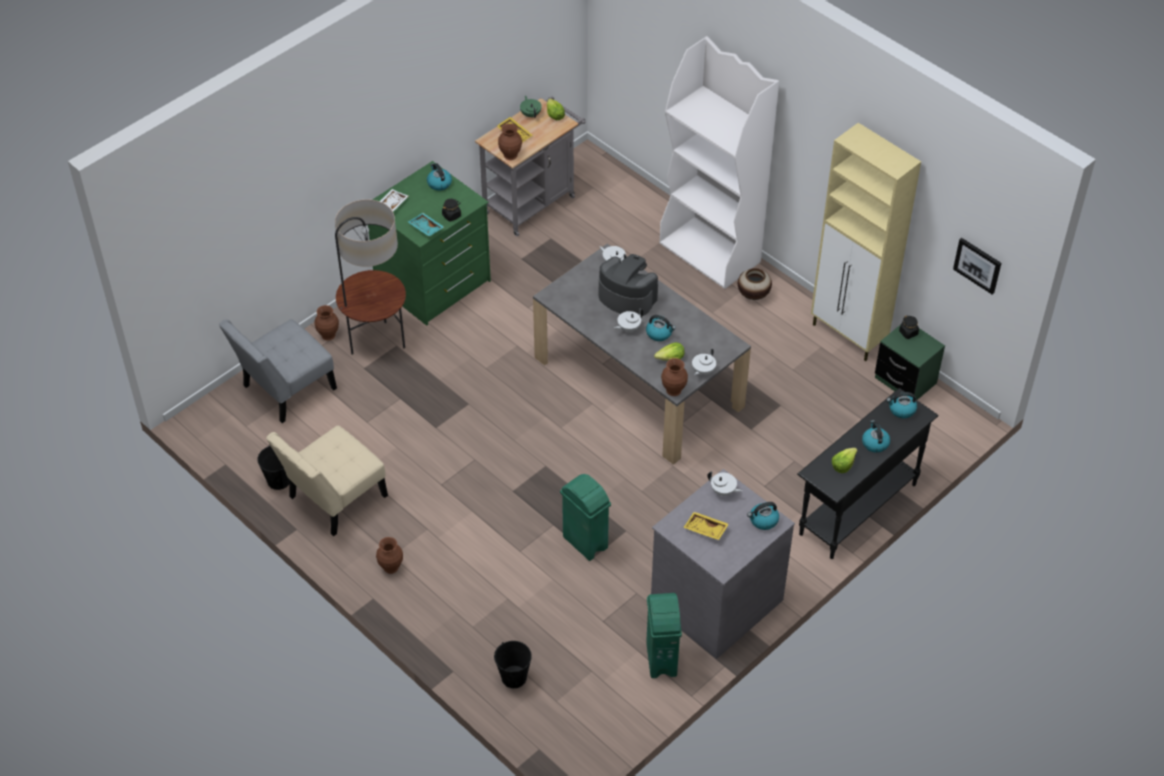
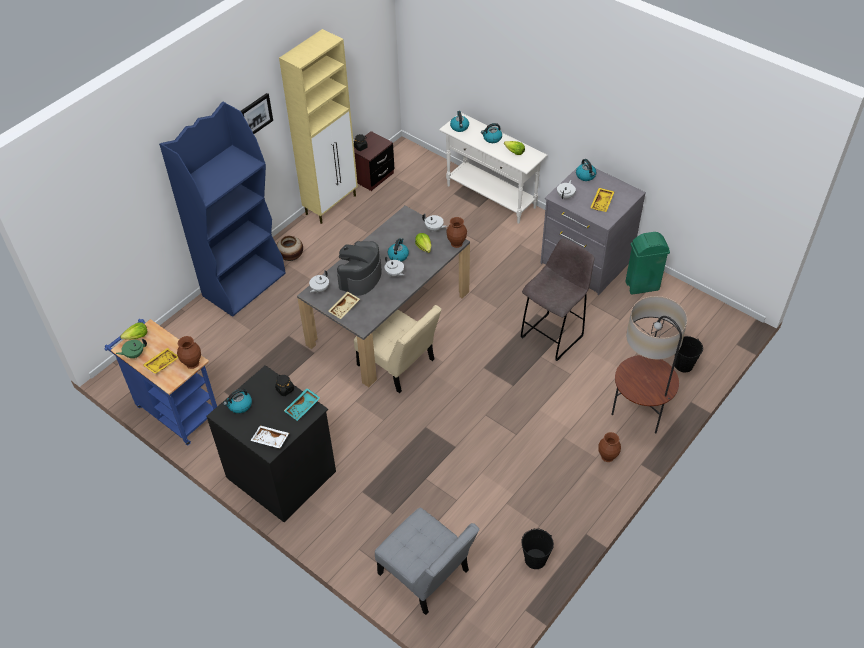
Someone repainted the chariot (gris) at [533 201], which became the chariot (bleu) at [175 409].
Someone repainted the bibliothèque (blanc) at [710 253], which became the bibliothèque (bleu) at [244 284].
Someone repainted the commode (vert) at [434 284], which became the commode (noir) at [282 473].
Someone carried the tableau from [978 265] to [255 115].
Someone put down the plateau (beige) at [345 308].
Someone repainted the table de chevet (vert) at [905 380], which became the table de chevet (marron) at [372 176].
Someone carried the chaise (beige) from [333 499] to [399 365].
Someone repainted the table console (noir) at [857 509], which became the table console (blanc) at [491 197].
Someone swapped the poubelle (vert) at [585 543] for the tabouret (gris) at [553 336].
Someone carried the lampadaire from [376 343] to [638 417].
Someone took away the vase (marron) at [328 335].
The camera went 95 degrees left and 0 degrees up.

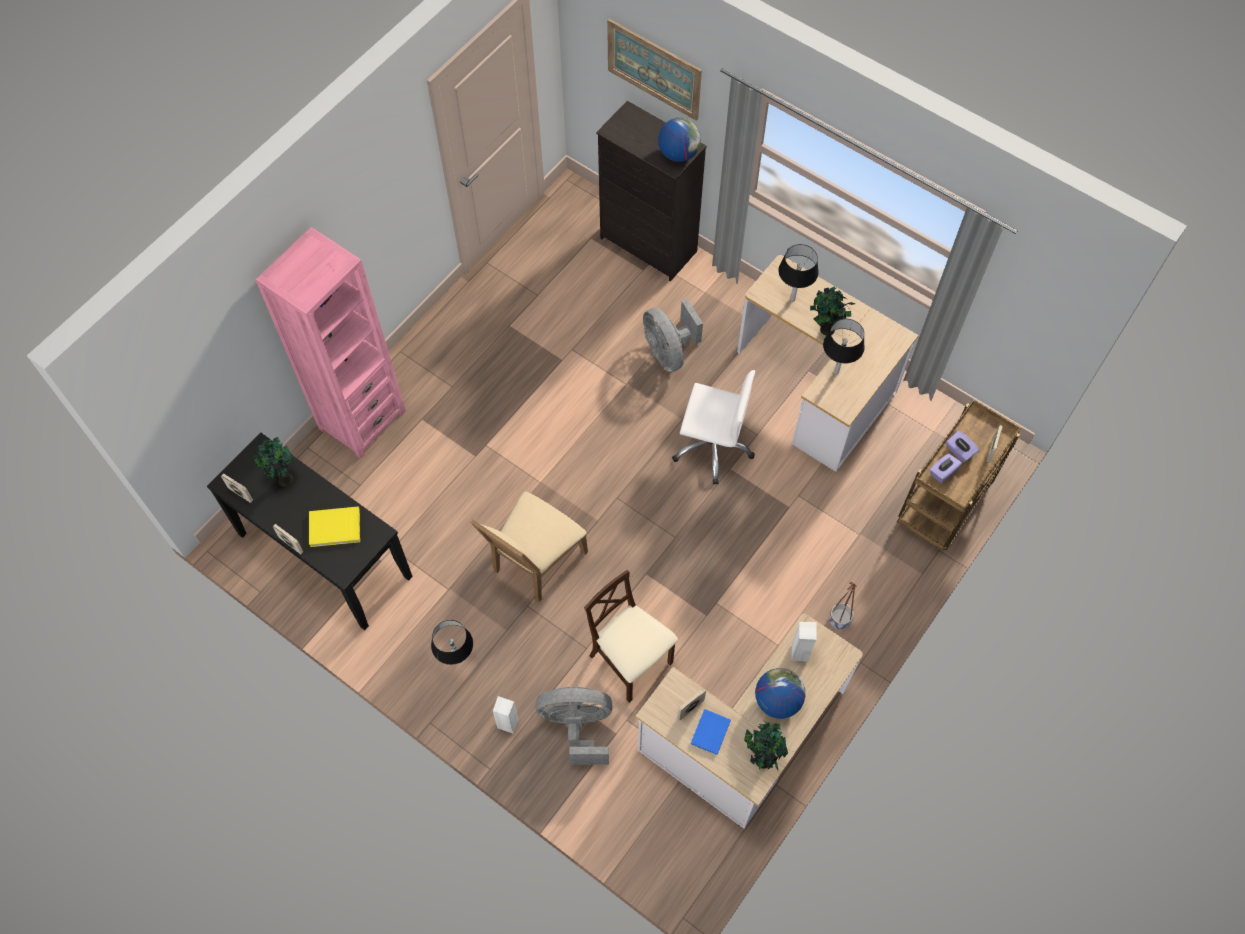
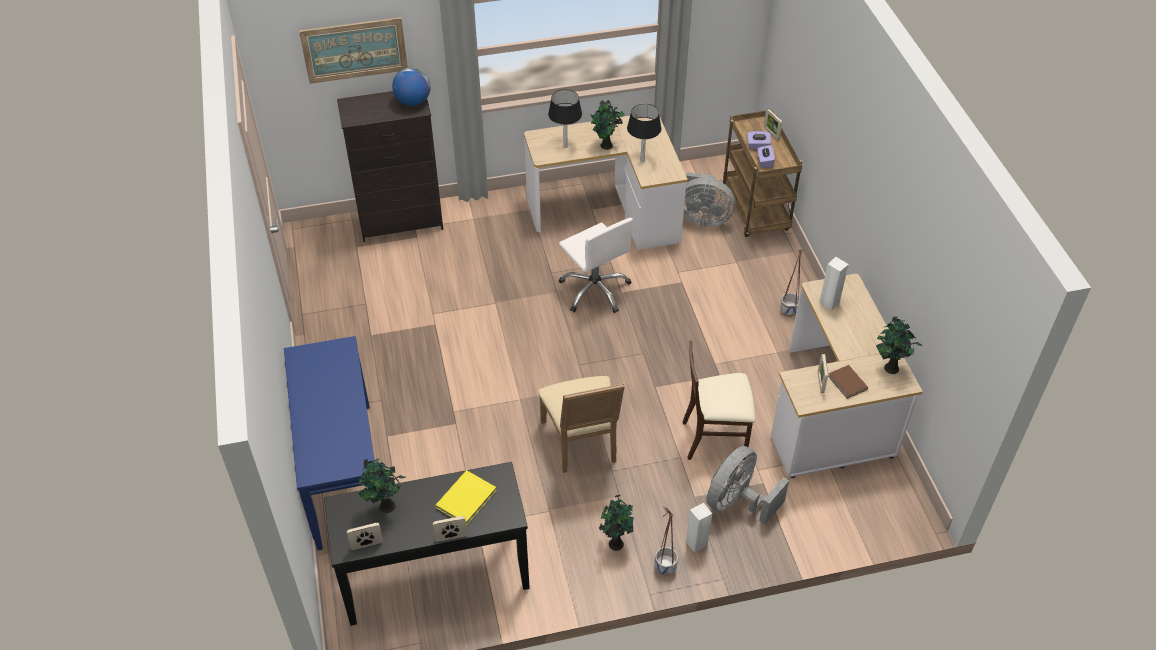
Someone swapped the bibliothèque (rose) at [362 419] for the table console (bleu) at [343 474].
Someone rotated the chaise de bureau (blanc) at [712 446] by 90 degrees clockwise.
Someone swapped the lampe de table (noir) at [458 661] for the plante en pot at [615 543].
Someone put down the cache-pot at [665 567].
Someone carried the ventilateur (gris) from [668 352] to [703 218].
Someone repainted the livre (bleu) at [709 733], which became the livre (marron) at [847 383].
Someone took away the globe at [777 700].
The camera went 50 degrees left and 15 degrees down.

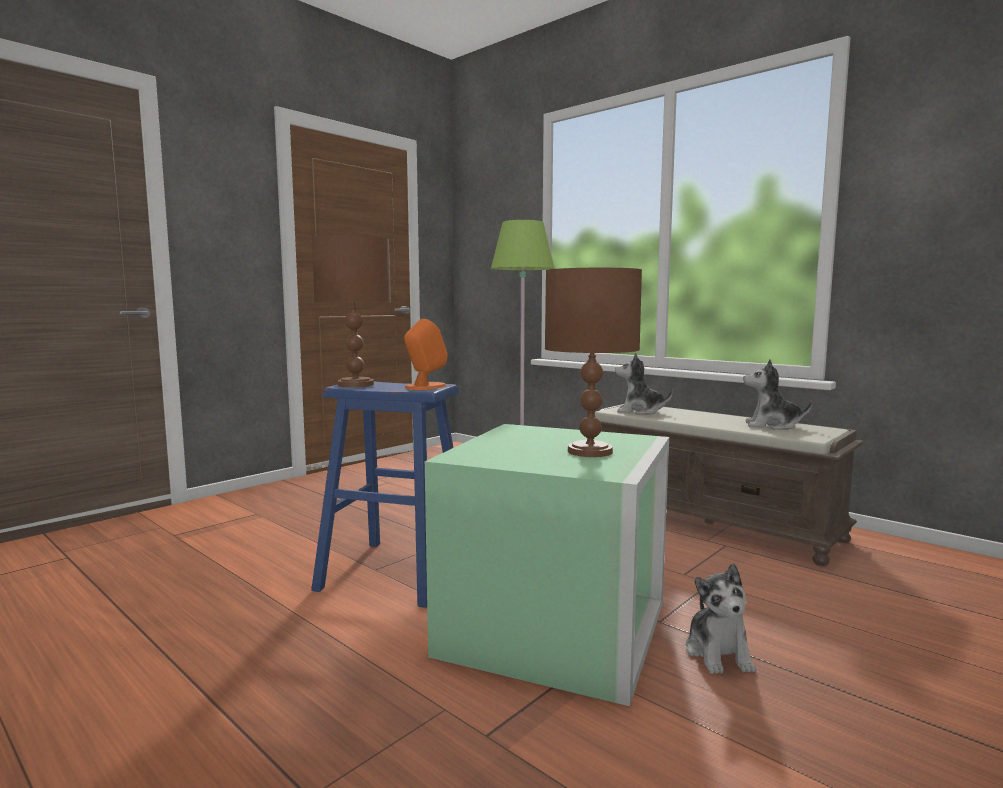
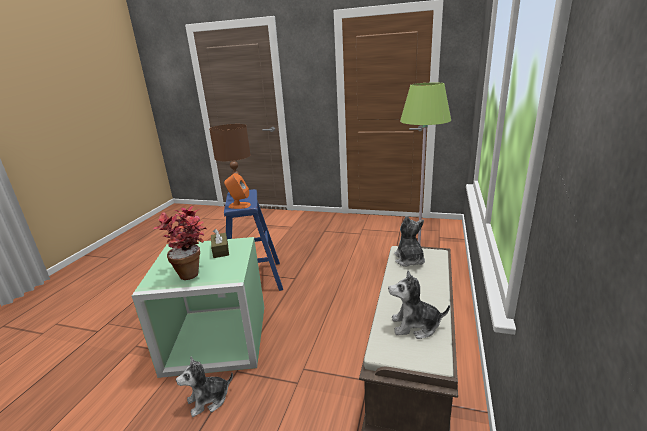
Someone swapped the lampe de table (marron) at [589 451] for the plante en pot at [193 271].
Someone put down the boîte à mouchoirs (marron) at [220 250].
Someone rotated the peluche at [772 426] by 75 degrees counterclockwise.
The camera went 65 degrees right and 15 degrees up.

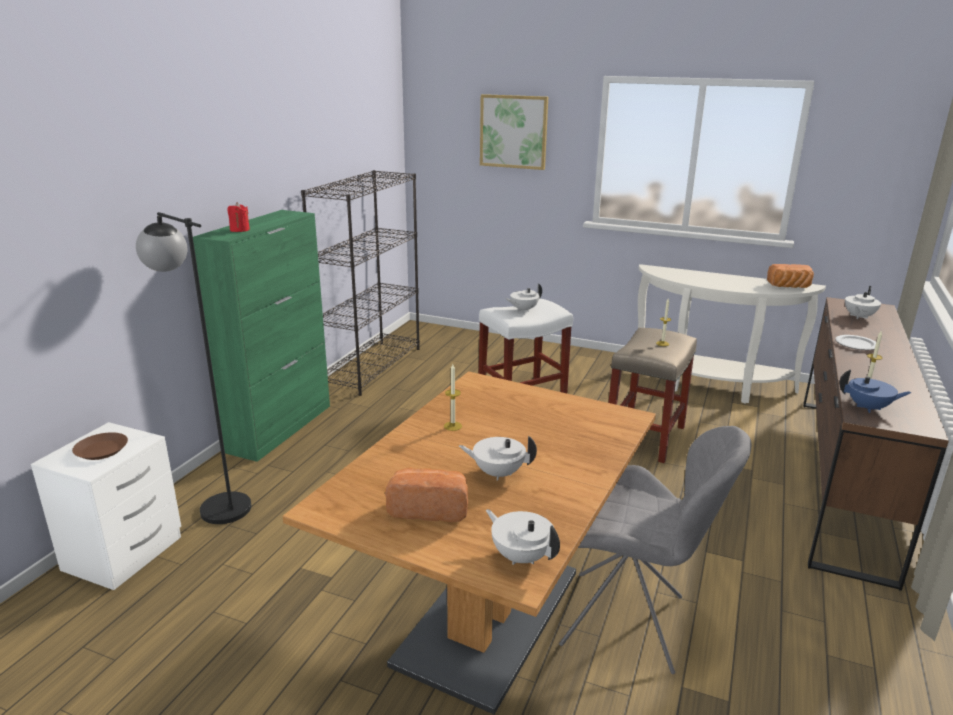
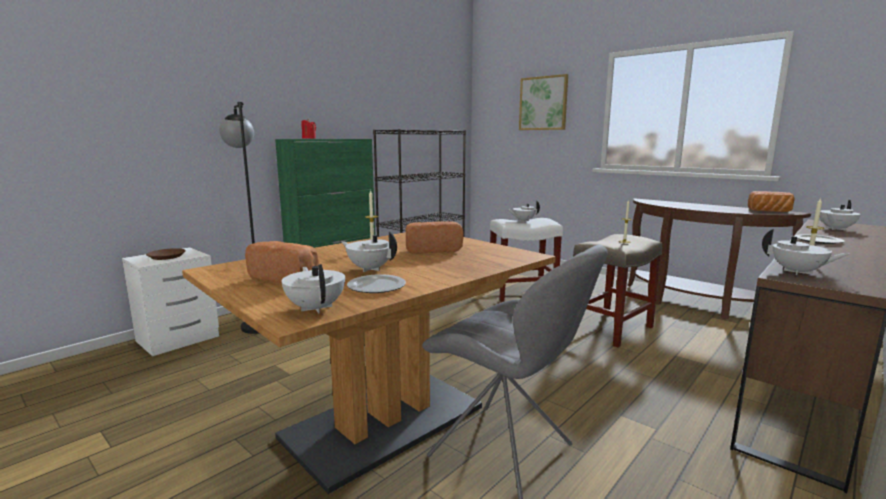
Someone put down the assiette at [377 287].
Someone put down the pain at [432 250].
Someone repainted the table console (blanc) at [710 386], which became the table console (marron) at [695 305].
Someone repainted the théière (bleu) at [868 408], which became the théière (blanc) at [798 272].
The camera went 20 degrees right and 10 degrees down.

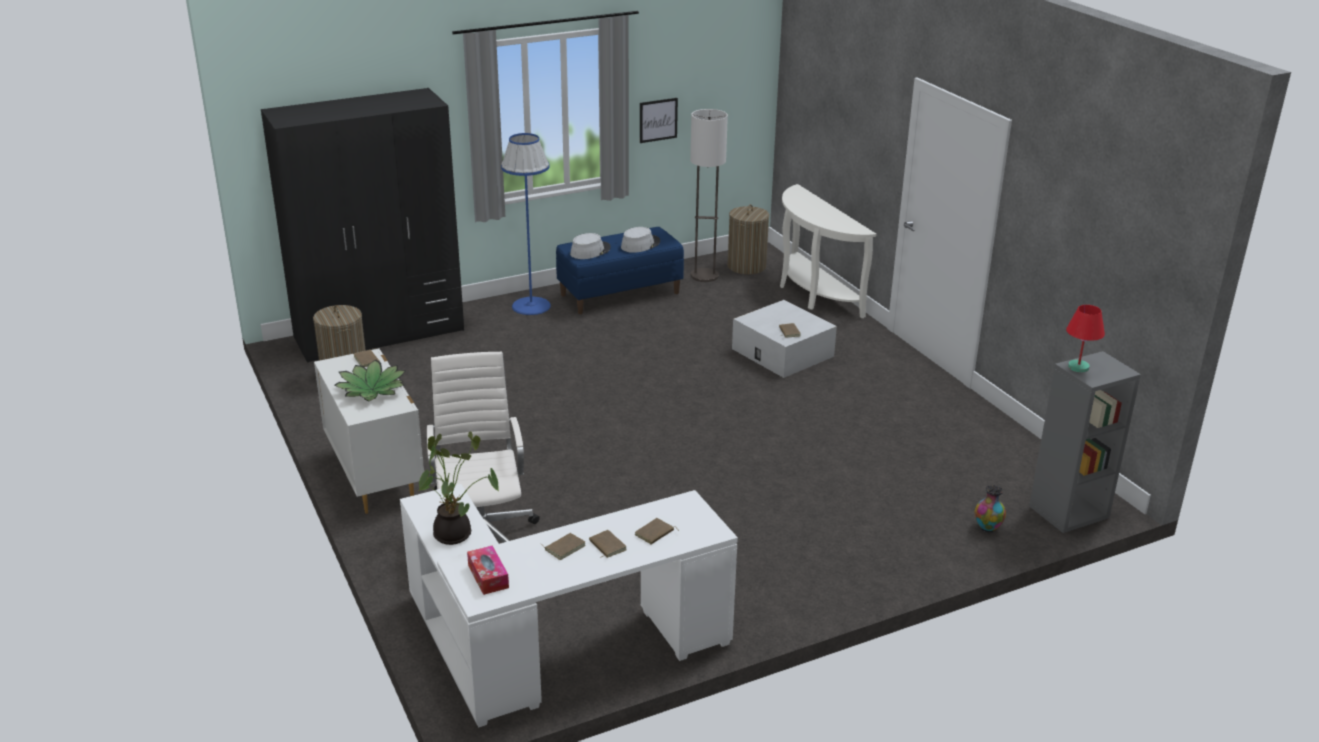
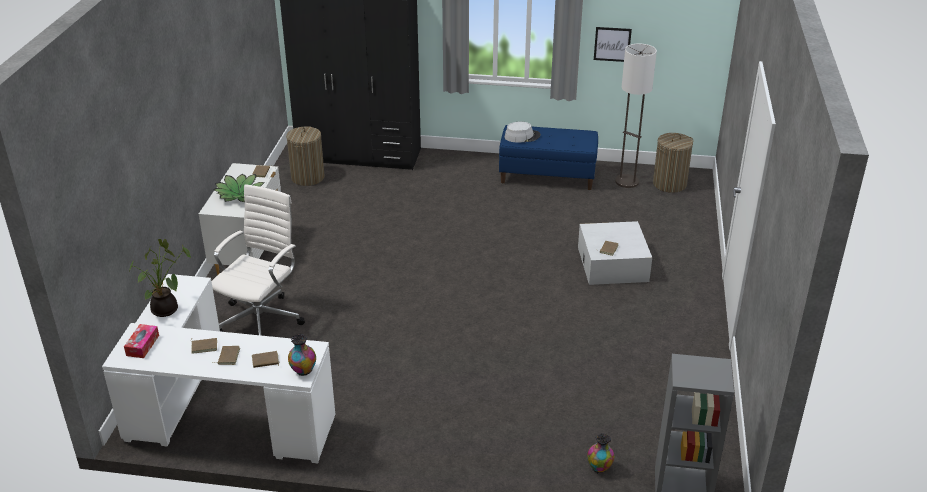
Someone put down the vase at [303 371].
Someone took away the lampadaire (bleu) at [531 306].
Someone took away the chapeau (gris) at [640 244].
Someone took away the table console (blanc) at [812 294].
Someone took away the lampe de table (rouge) at [1078 367].
The camera went 35 degrees right and 5 degrees up.

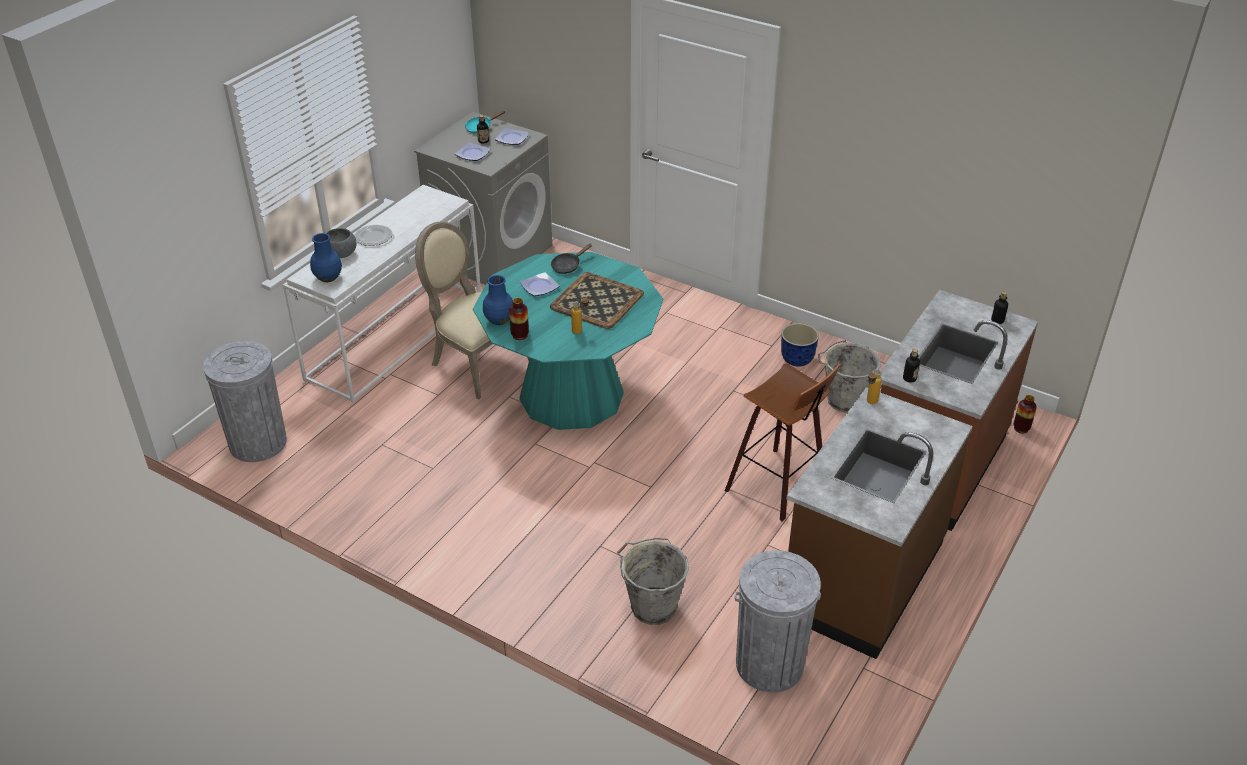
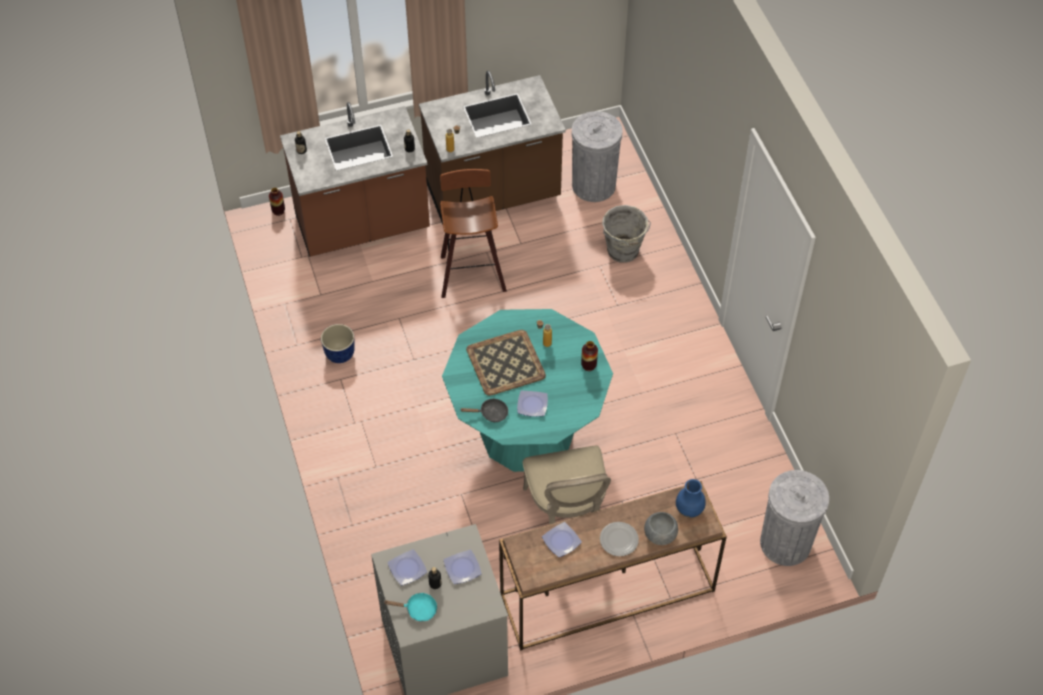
Someone repainted the table console (blanc) at [395 335], which became the table console (marron) at [606 594].
Someone put down the assiette at [562 541].
Someone took away the vase (bleu) at [499 320].
Someone took away the seau (gris) at [844 400].
The camera went 140 degrees left and 15 degrees up.

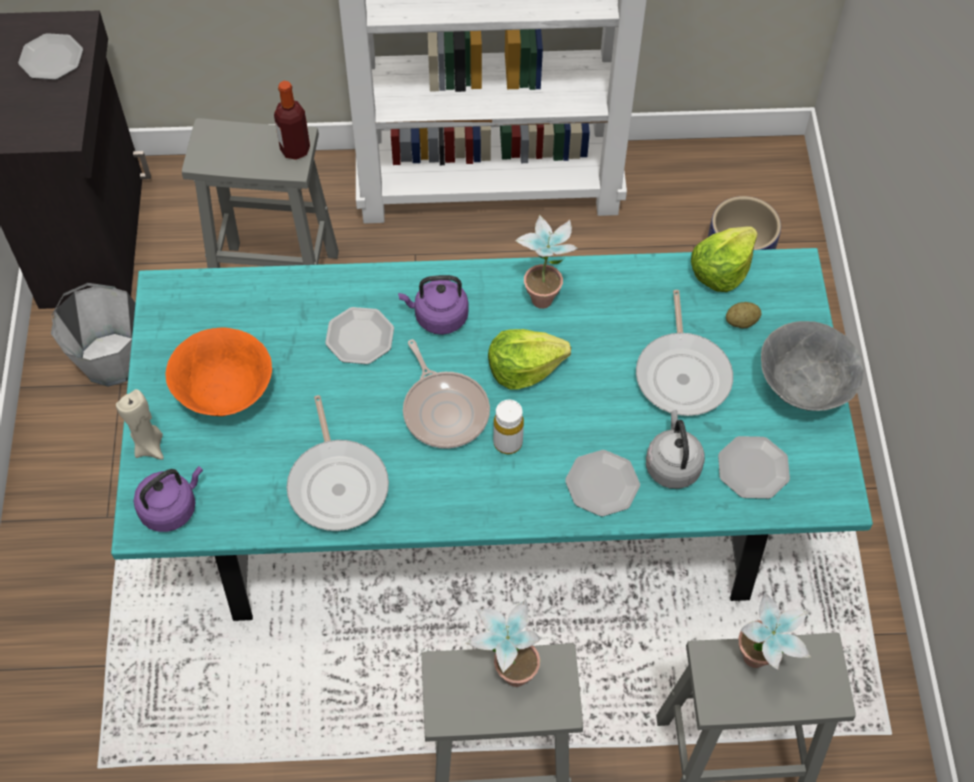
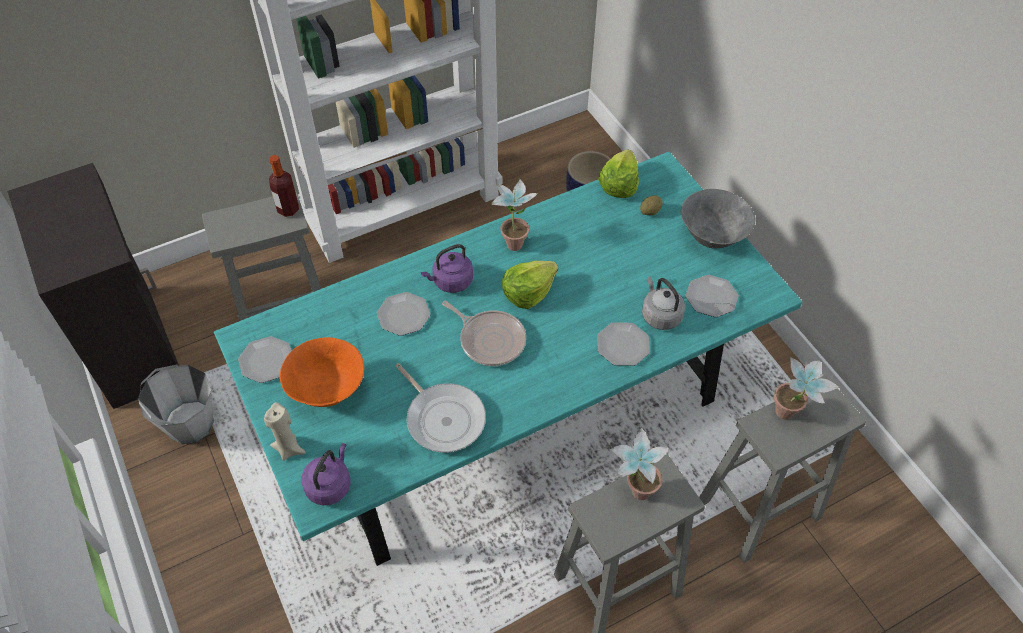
Someone carried the assiette from [51 58] to [266 360].
Someone took away the bouteille (blanc) at [508 442].
Someone took away the poêle at [683 373].
The camera went 25 degrees left and 5 degrees down.

